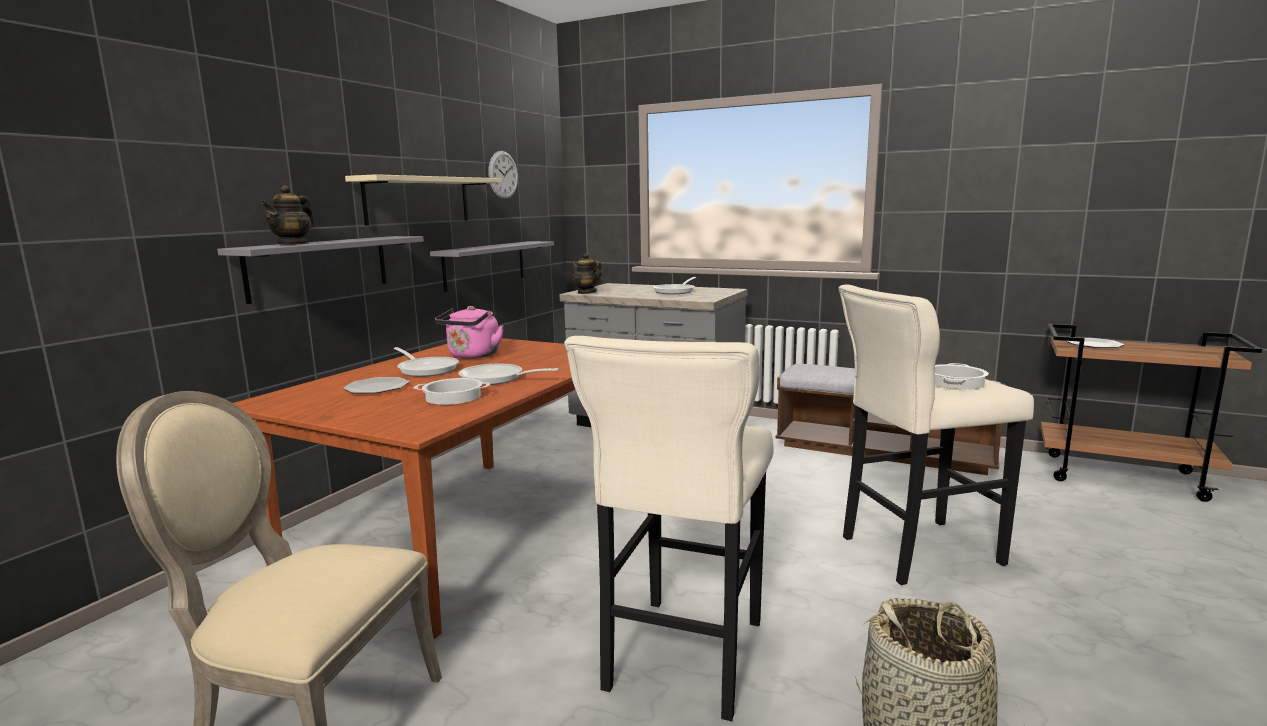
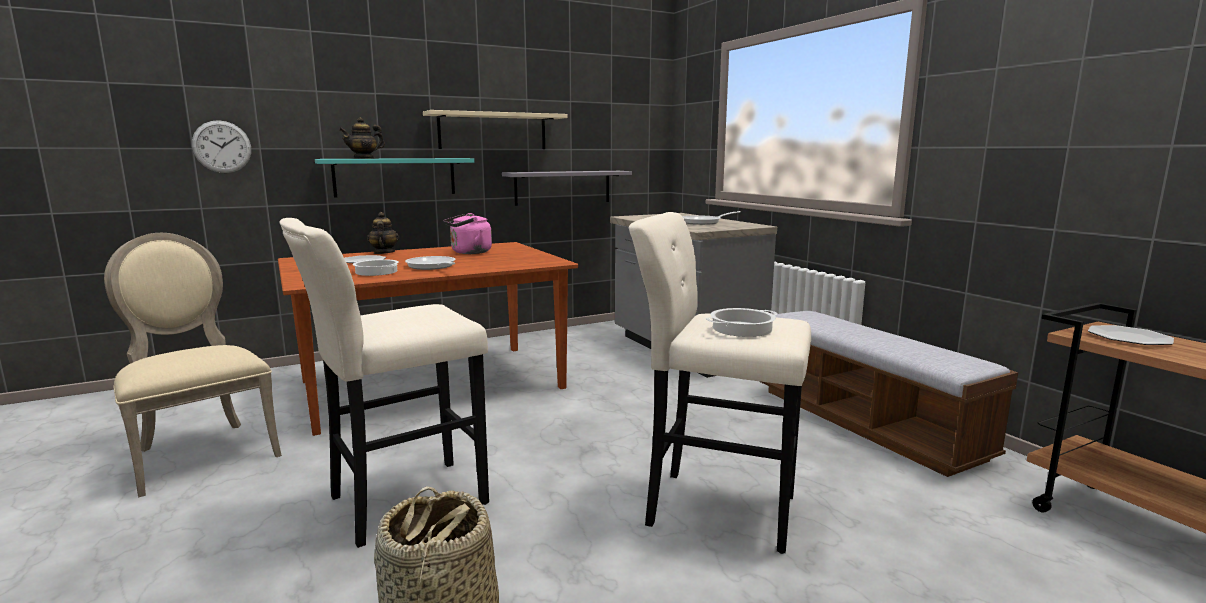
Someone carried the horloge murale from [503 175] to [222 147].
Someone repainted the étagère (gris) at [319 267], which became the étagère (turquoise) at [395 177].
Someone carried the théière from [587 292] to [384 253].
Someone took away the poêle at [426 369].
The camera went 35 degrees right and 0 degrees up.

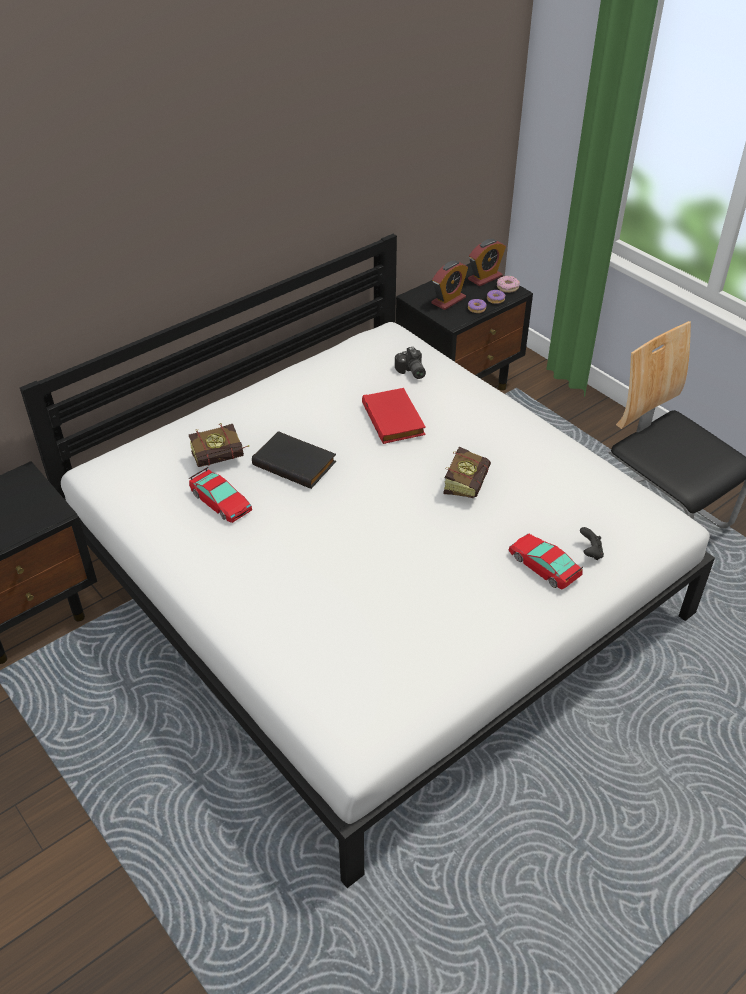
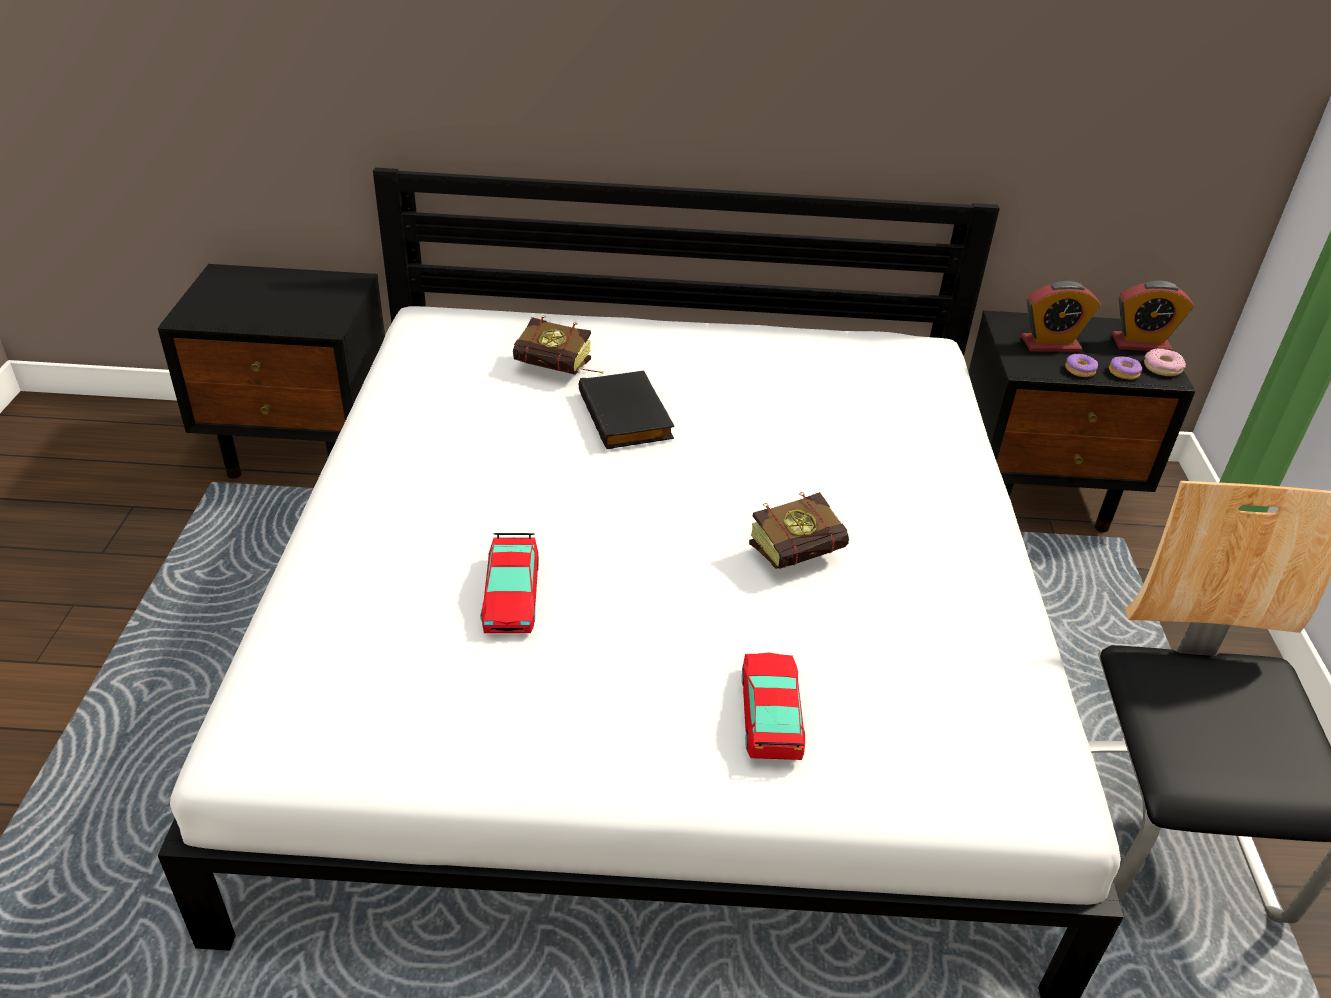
Someone carried the petite voiture from [220 502] to [510 594].
Someone took away the livre (rouge) at [395 419].
Someone took away the appareil photo at [411 372].
Someone took away the manette (noir) at [590 552].
The camera went 40 degrees right and 5 degrees down.

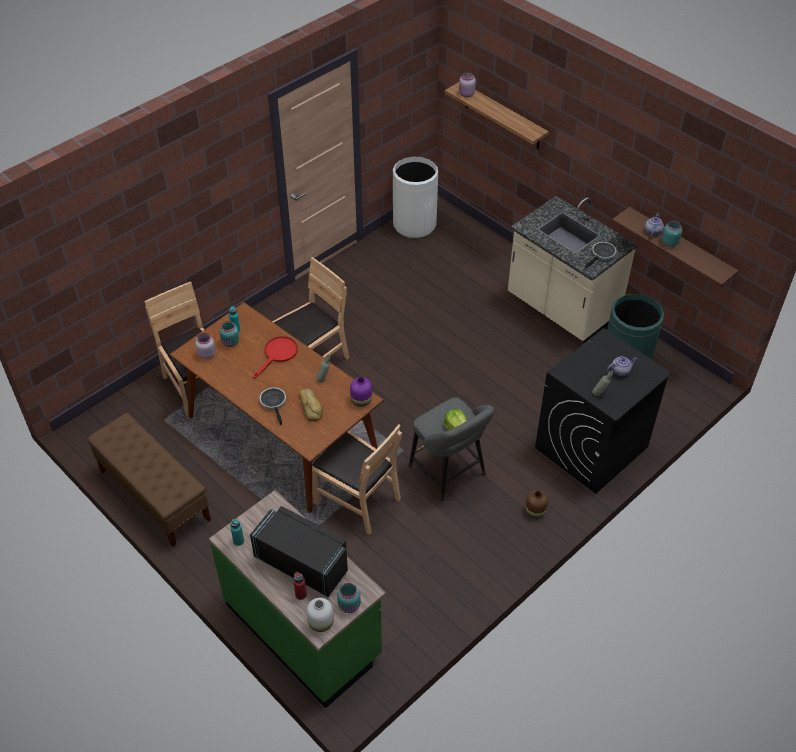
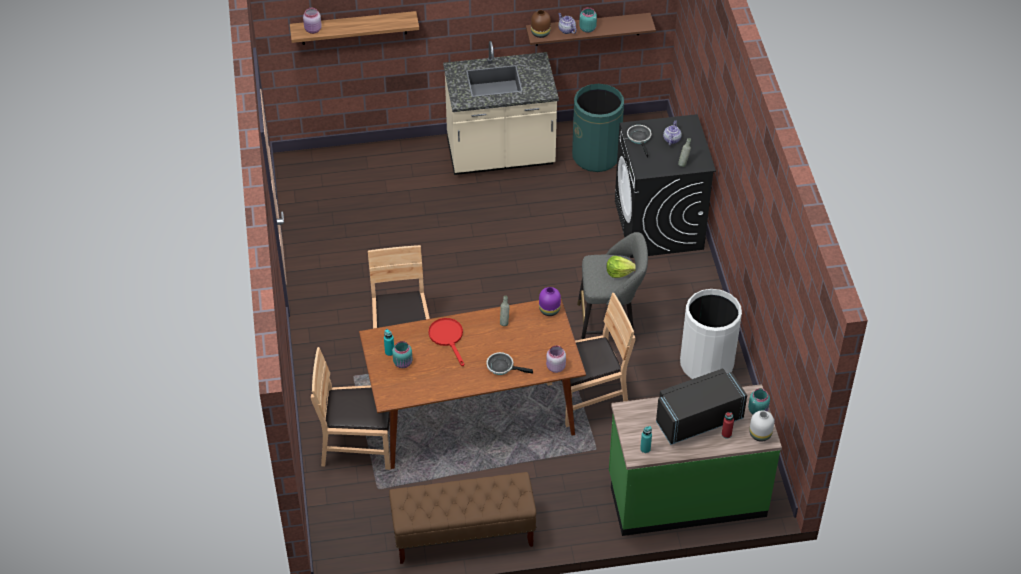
Someone carried the vase (marron) from [535 511] to [541 33].
Someone carried the bocal (rose) from [206 354] to [555 367].
Someone carried the poêle from [602 255] to [639 138].
Someone carried the poubelle (blanc) from [414 224] to [706 364].
Someone took away the pain at [311 406].
The camera went 55 degrees left and 0 degrees up.

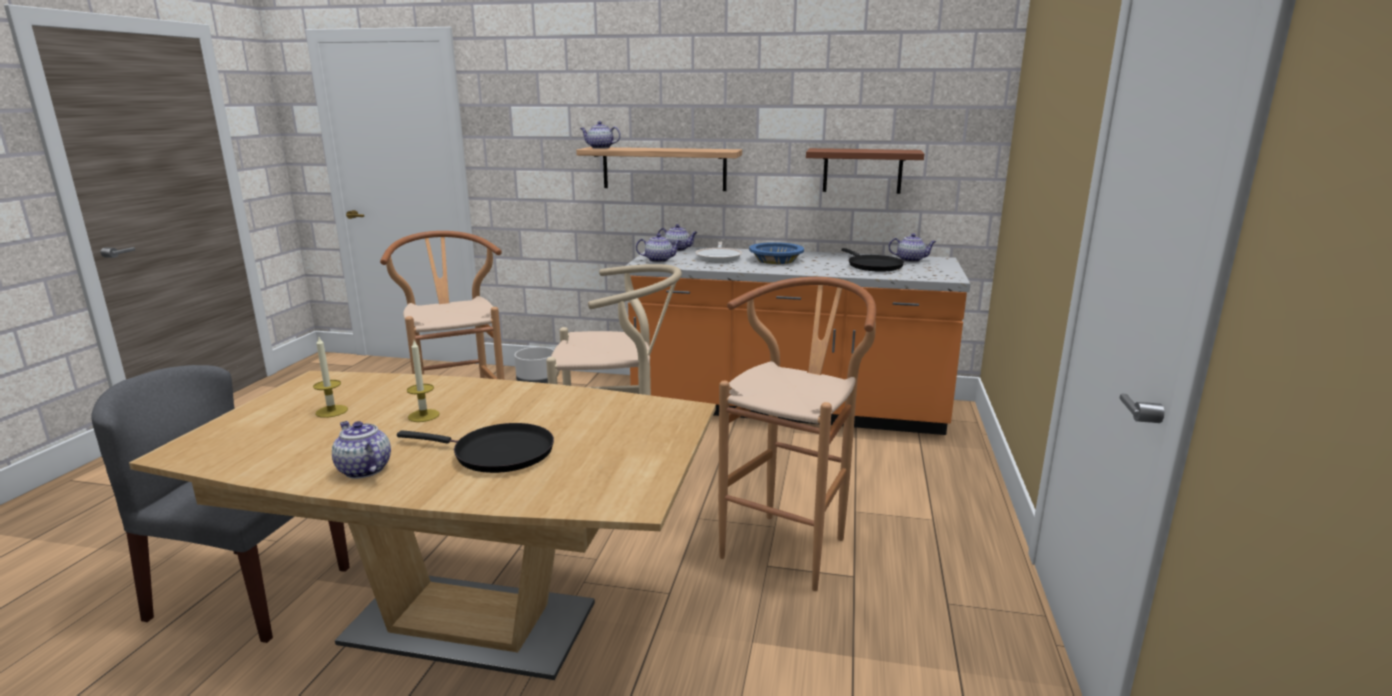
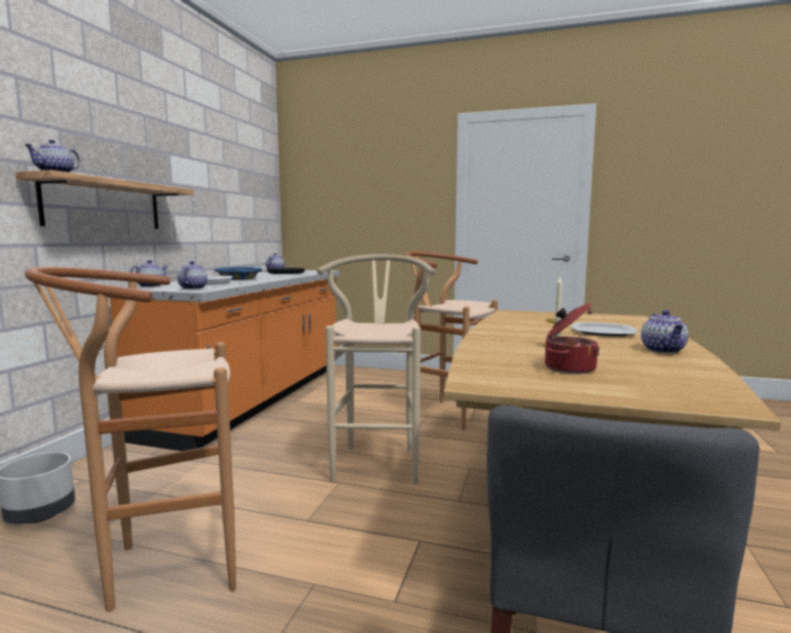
Someone swapped the bougie at [331 411] for the marmite at [568 368].
Someone swapped the poêle (noir) at [497 453] for the assiette at [603 331].
Someone rotated the théière at [363 469] by 45 degrees counterclockwise.
Someone took away the étagère (marron) at [862 171].
The camera went 85 degrees left and 10 degrees down.

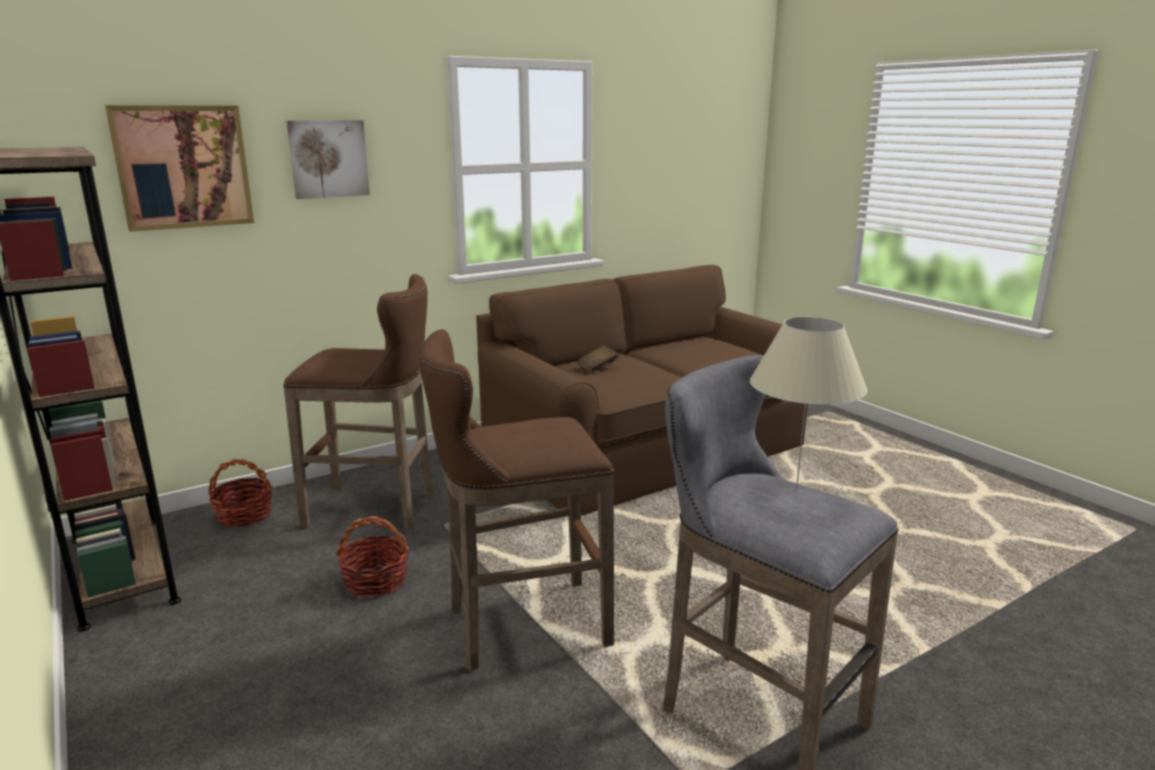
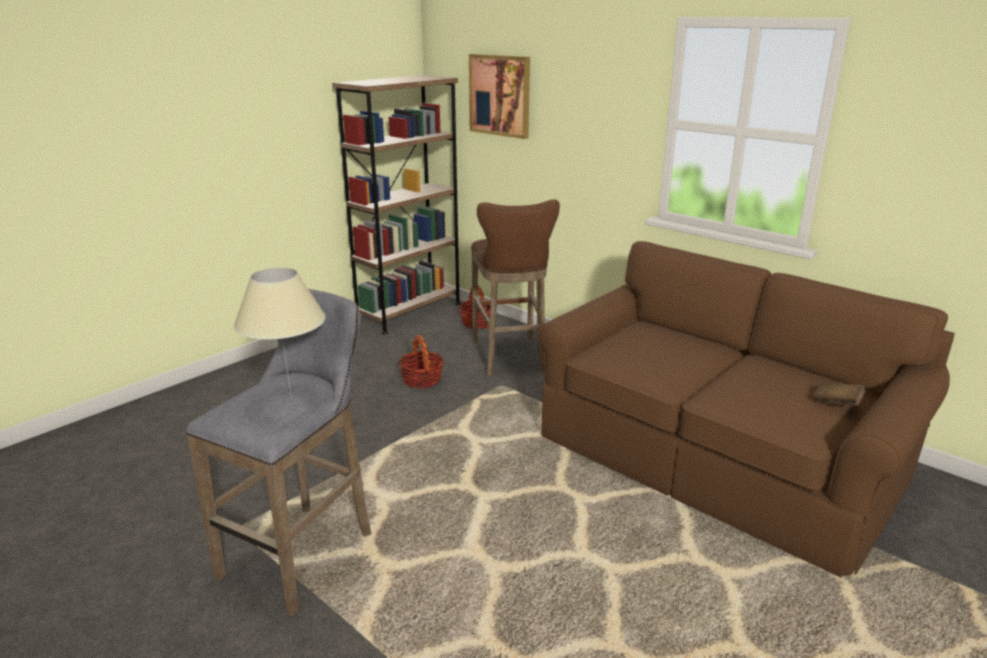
Someone carried the livre (marron) from [598 367] to [836 403].
Someone took away the tableau at [328 158].
Someone took away the tabouret (marron) at [520 627].
The camera went 75 degrees right and 5 degrees up.

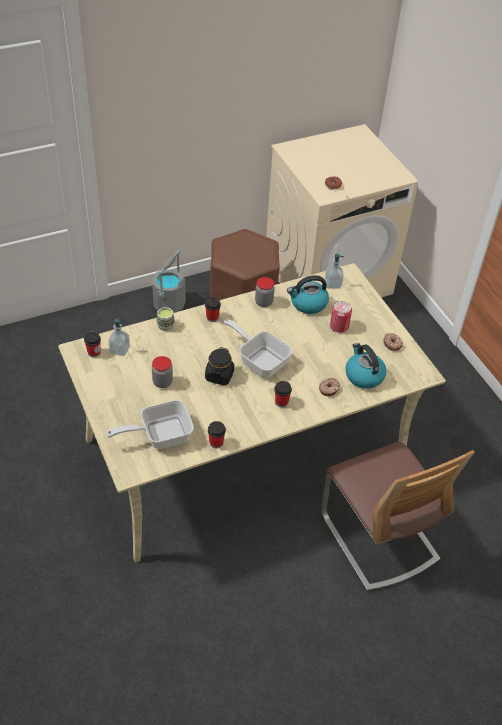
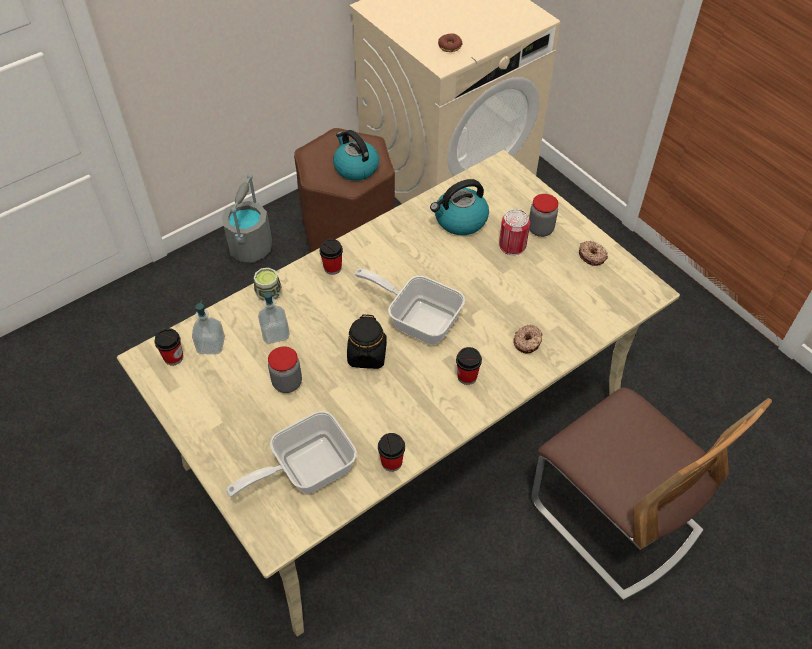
Someone carried the distributeur de savon from [333 284] to [275 333].
Someone carried the bouilloire from [363 375] to [355 167].
Someone carried the bocal from [264 302] to [540 229].
The camera went 10 degrees left and 5 degrees up.

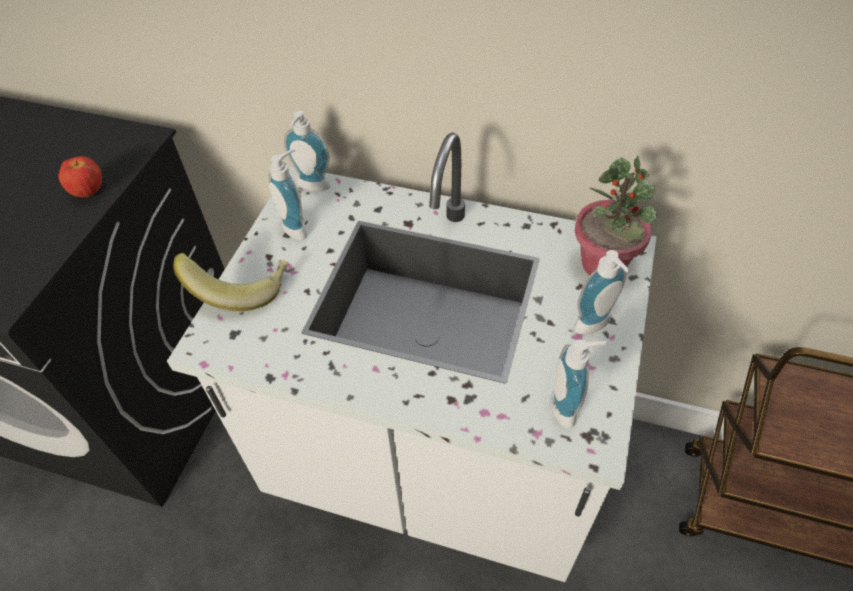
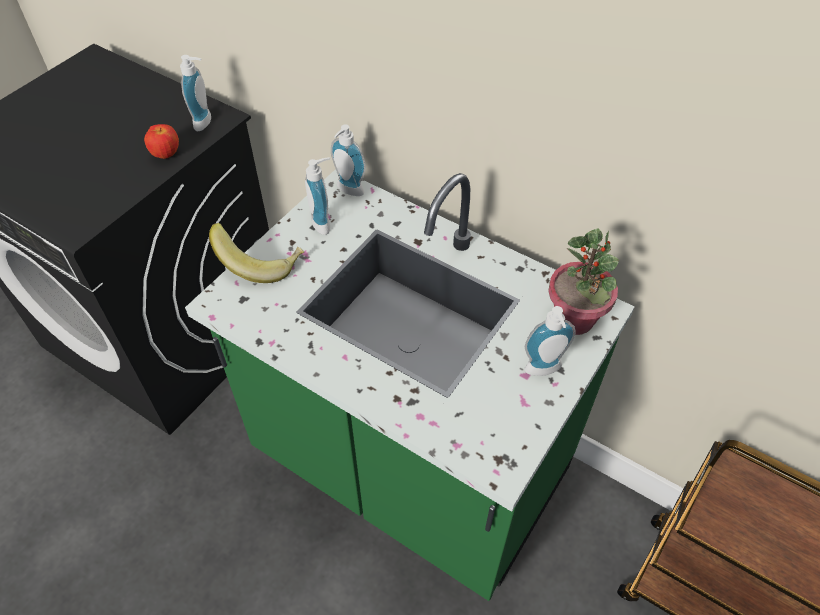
Someone carried the distributeur de savon from [568 407] to [206 122].
Someone repainted the comptoir de cuisine (blanc) at [433 465], which became the comptoir de cuisine (vert) at [410 467].
The camera went 15 degrees right and 0 degrees up.

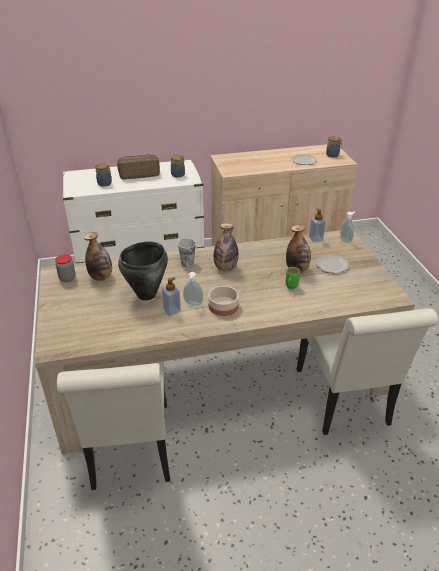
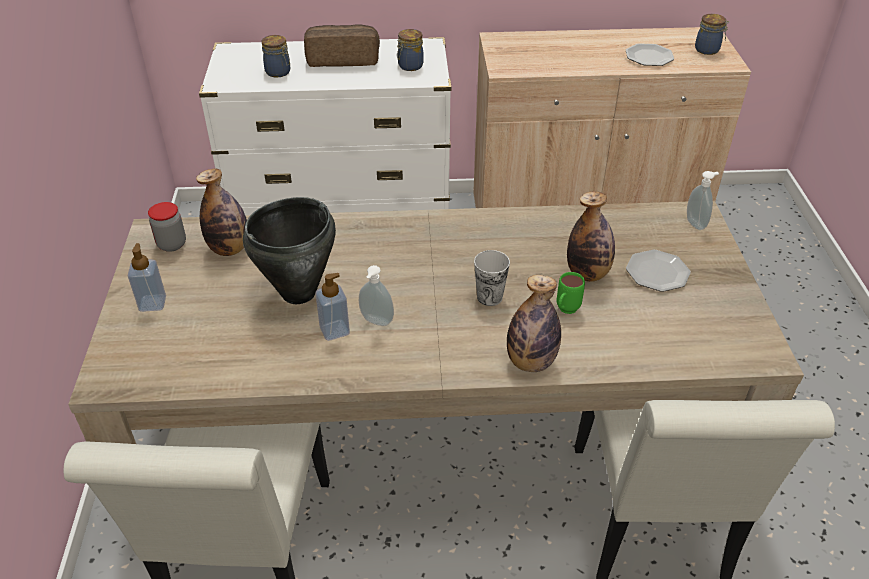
Someone carried the distributeur de savon from [315 239] to [152 303].
Someone carried the tasse from [187 263] to [489 297].
Someone carried the bouteille from [225 268] to [530 362].
Someone took away the bol at [224 306].
The camera went 10 degrees right and 5 degrees up.

